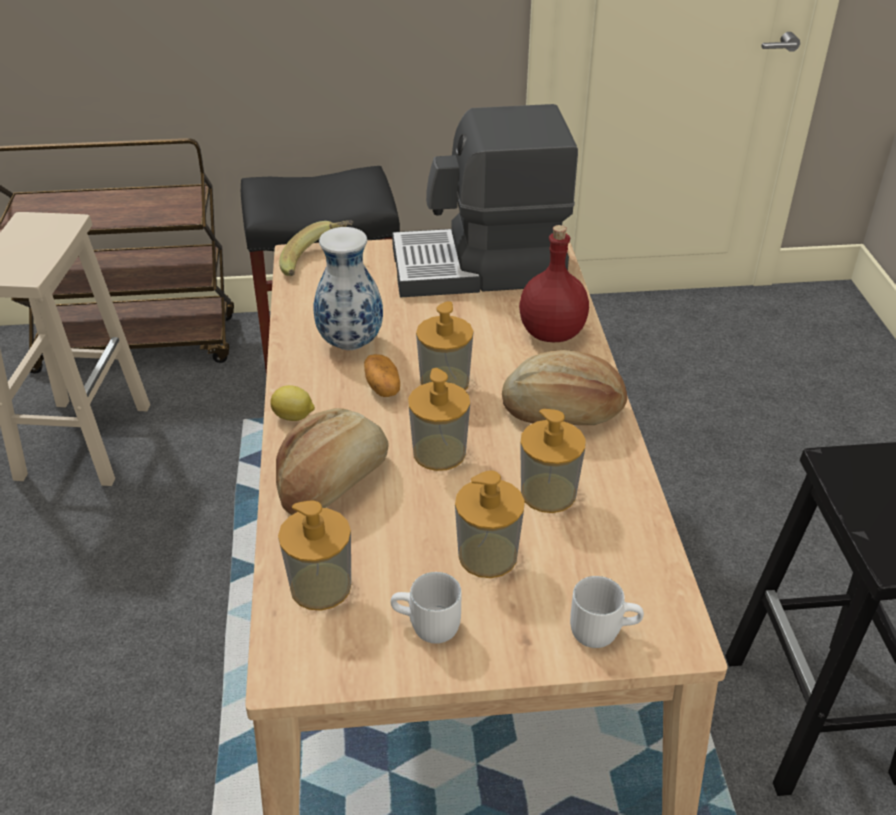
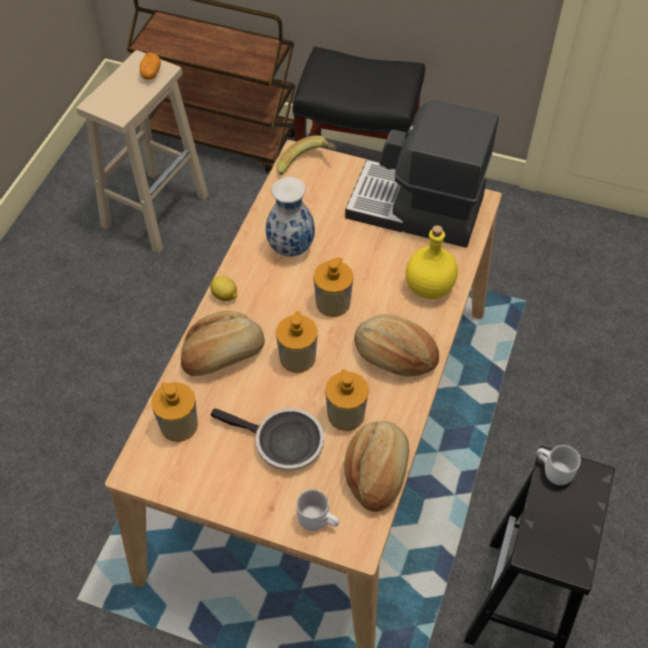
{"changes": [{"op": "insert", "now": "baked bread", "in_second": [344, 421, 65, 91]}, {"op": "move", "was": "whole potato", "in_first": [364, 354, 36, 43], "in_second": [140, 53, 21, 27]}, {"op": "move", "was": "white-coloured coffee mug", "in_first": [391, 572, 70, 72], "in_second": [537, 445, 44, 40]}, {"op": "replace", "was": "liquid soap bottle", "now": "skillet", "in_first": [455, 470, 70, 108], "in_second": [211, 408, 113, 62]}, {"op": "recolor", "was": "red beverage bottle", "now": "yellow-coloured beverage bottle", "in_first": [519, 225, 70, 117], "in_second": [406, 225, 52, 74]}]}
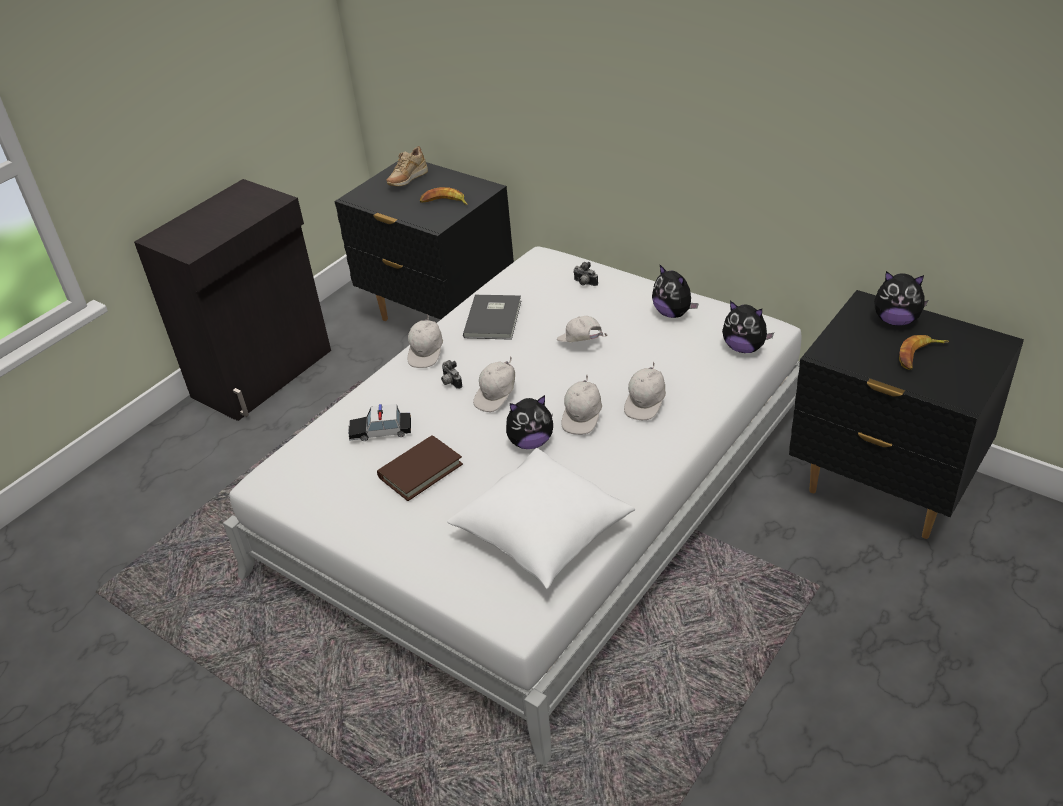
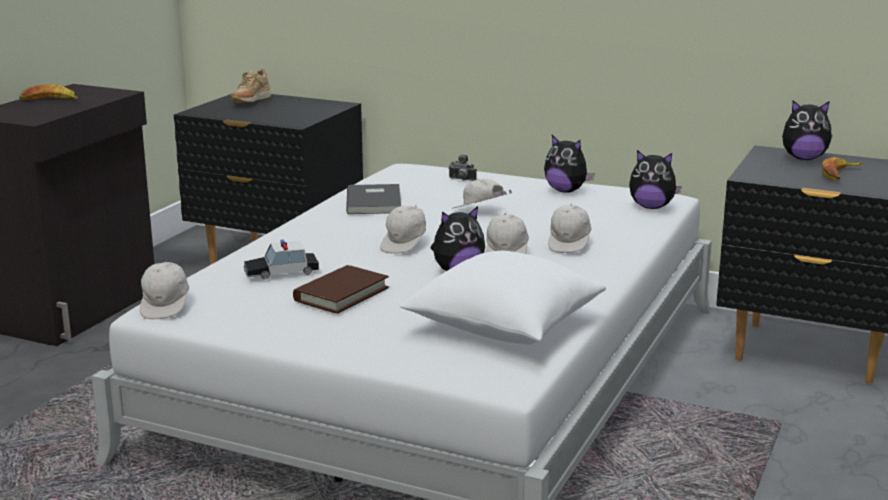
{"changes": [{"op": "delete", "was": "still camera", "in_first": [441, 360, 21, 29]}, {"op": "move", "was": "white-coloured baseball cap", "in_first": [407, 314, 36, 54], "in_second": [140, 260, 49, 60]}, {"op": "move", "was": "banana fruit", "in_first": [420, 187, 47, 18], "in_second": [19, 85, 59, 15]}]}
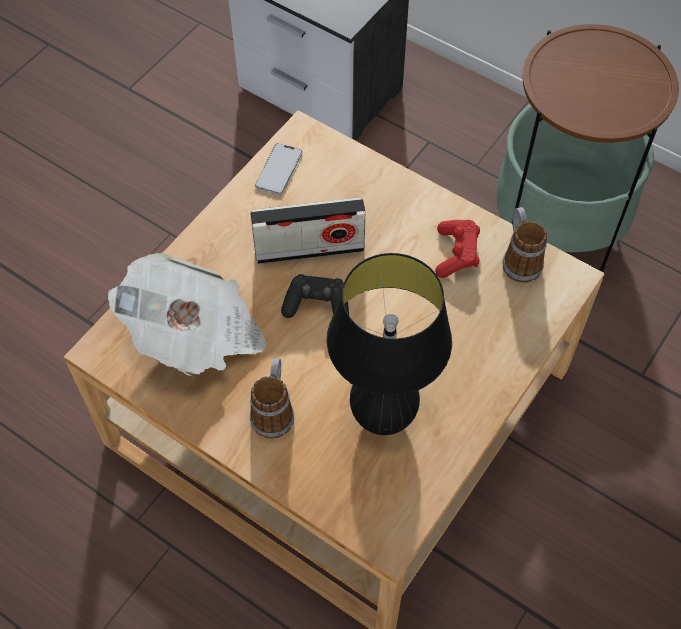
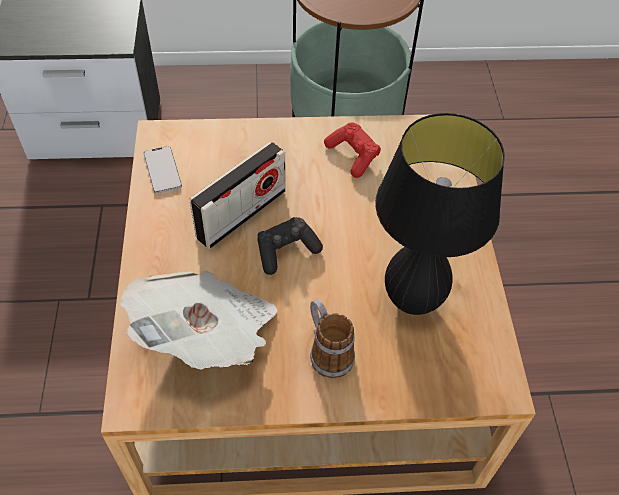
{"changes": [{"op": "delete", "was": "coffee mug", "in_first": [502, 207, 45, 76]}]}
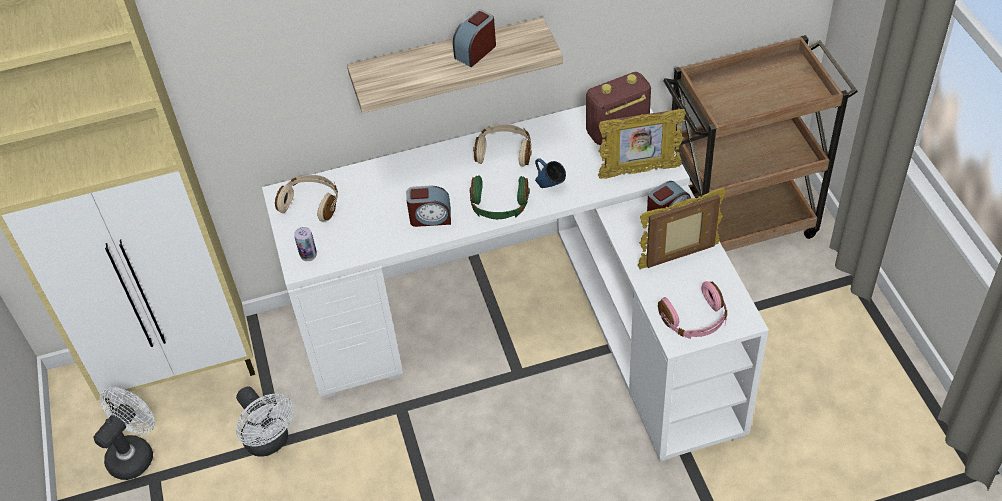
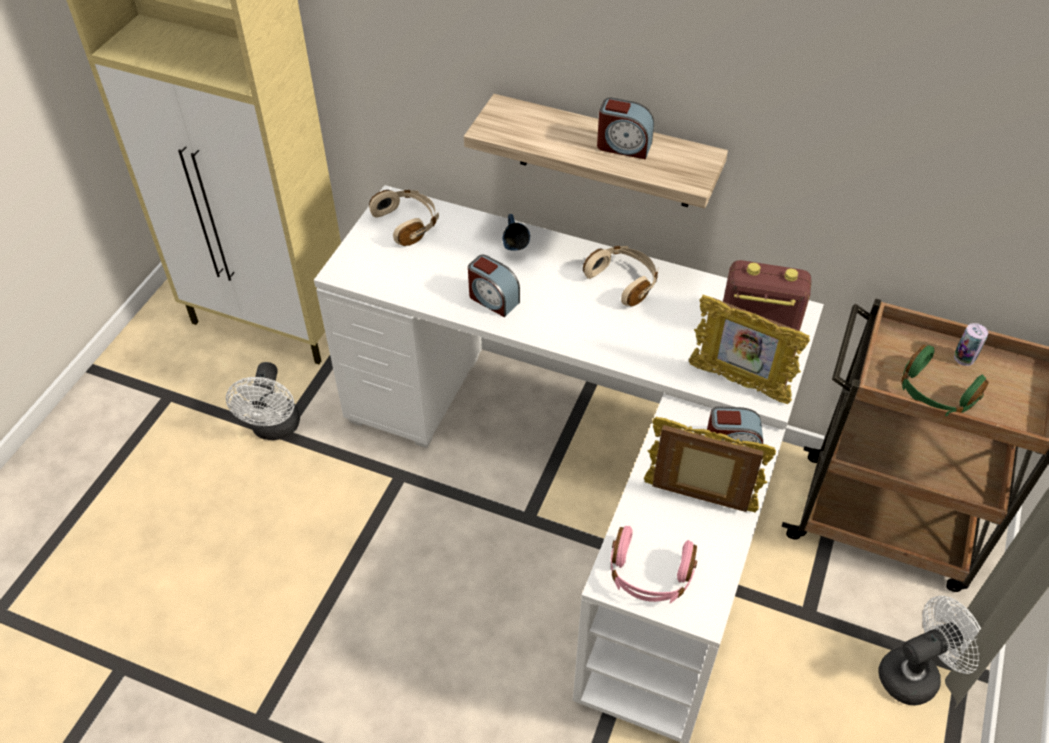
{"changes": [{"op": "move", "was": "white-coloured fan", "in_first": [93, 387, 62, 93], "in_second": [878, 596, 103, 110]}, {"op": "move", "was": "sealed can", "in_first": [294, 227, 23, 34], "in_second": [954, 323, 34, 43]}, {"op": "move", "was": "greenish headset", "in_first": [470, 175, 60, 44], "in_second": [901, 345, 88, 71]}, {"op": "move", "was": "bluish coffee mug", "in_first": [535, 158, 31, 30], "in_second": [502, 214, 28, 37]}, {"op": "rotate", "was": "alarm clock", "in_first": [453, 10, 43, 57], "in_second": [597, 97, 57, 62], "clockwise": -150}]}
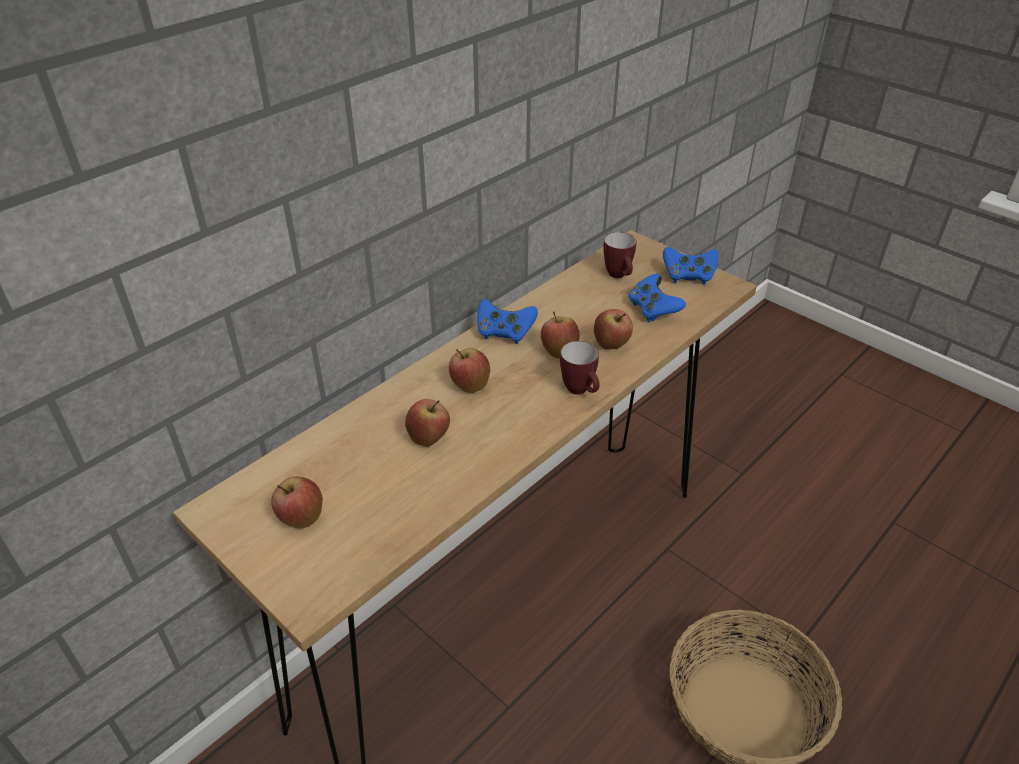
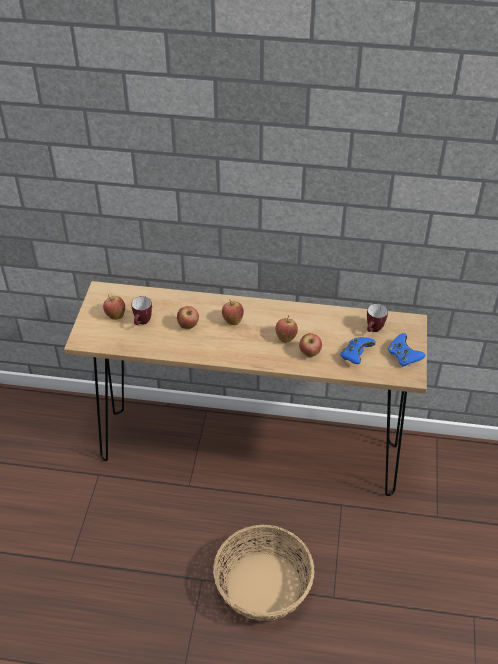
{"changes": [{"op": "delete", "was": "bluish game controller", "in_first": [477, 299, 61, 45]}, {"op": "move", "was": "coffee mug", "in_first": [560, 341, 40, 54], "in_second": [131, 296, 21, 29]}]}
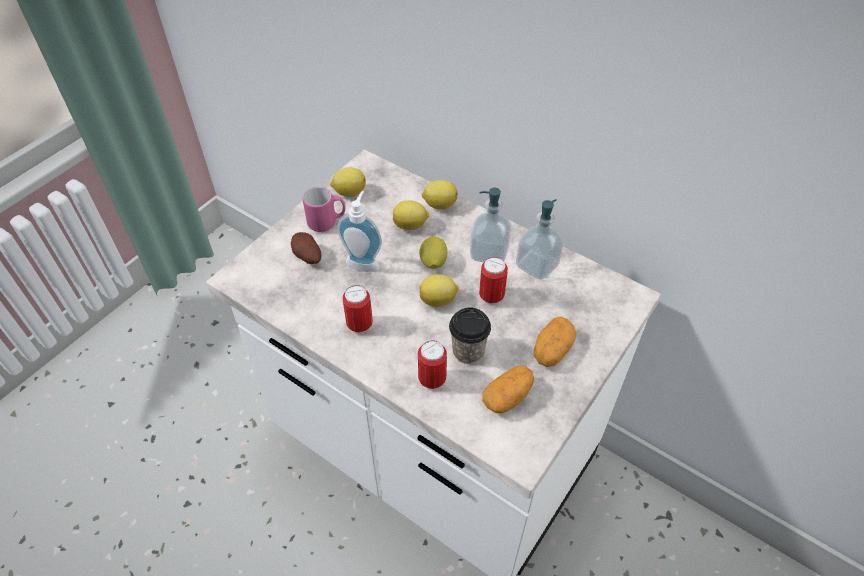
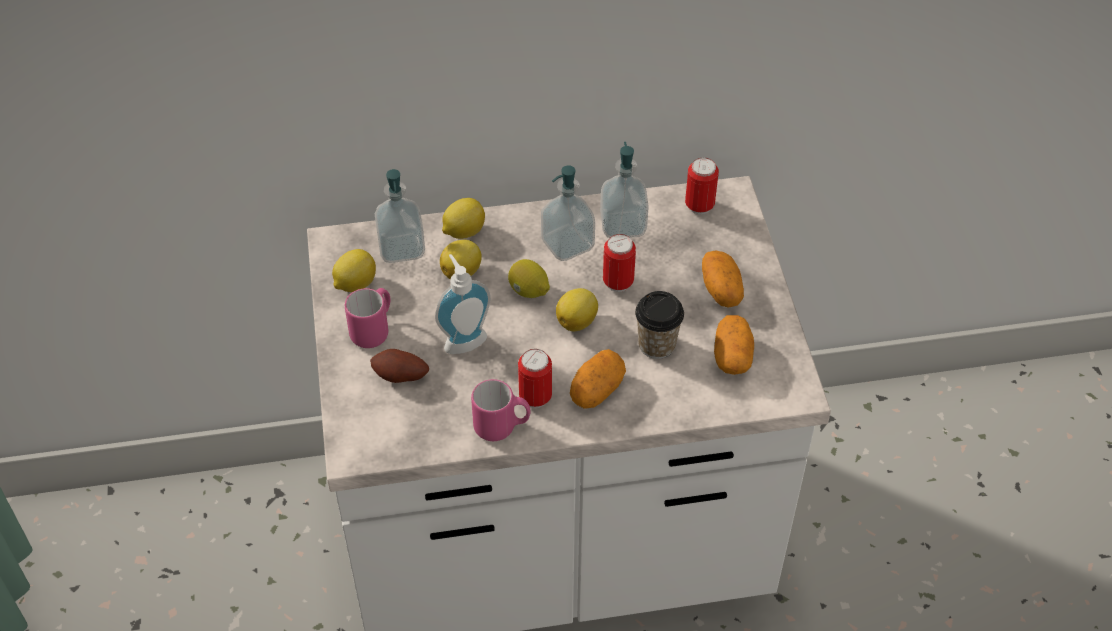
{"changes": [{"op": "insert", "now": "liquid soap bottle", "in_second": [375, 169, 50, 94]}, {"op": "insert", "now": "pinkish coffee mug", "in_second": [471, 379, 60, 62]}, {"op": "insert", "now": "whole potato", "in_second": [570, 349, 56, 60]}, {"op": "move", "was": "sealed can", "in_first": [418, 340, 29, 49], "in_second": [685, 158, 34, 57]}]}
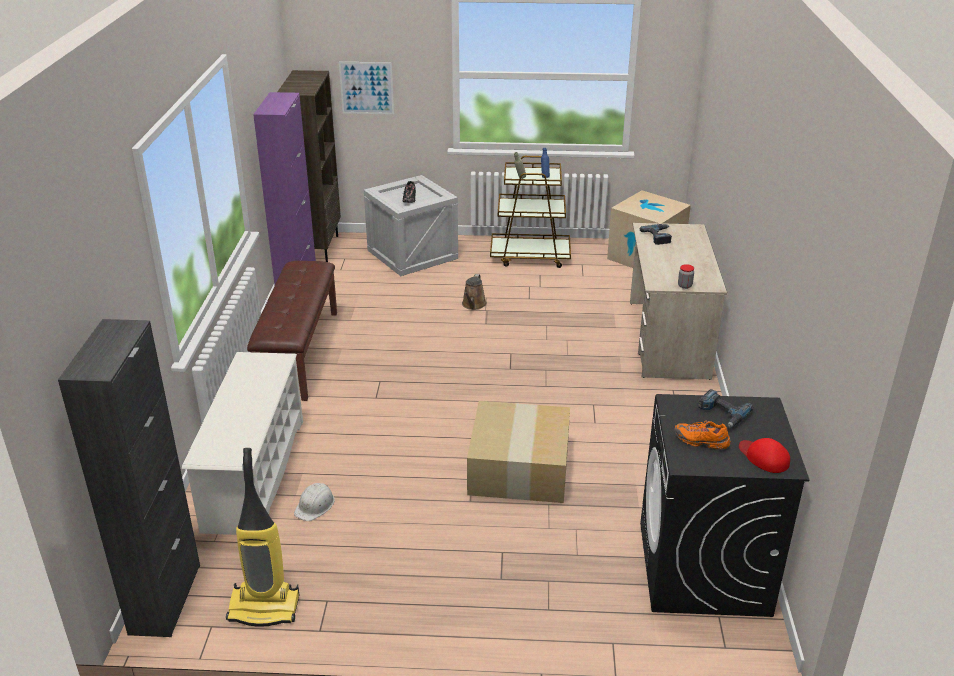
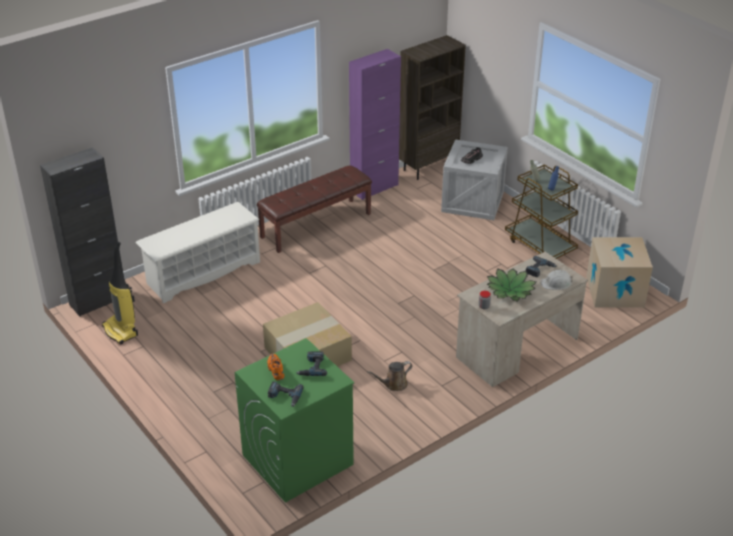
{"changes": [{"op": "delete", "was": "wall picture", "in_first": [339, 62, 55, 52]}, {"op": "insert", "now": "potted plant", "in_second": [487, 268, 49, 33]}, {"op": "move", "was": "white-coloured hard hat", "in_first": [294, 483, 41, 38], "in_second": [540, 270, 33, 20]}, {"op": "move", "was": "brown watering can", "in_first": [462, 274, 25, 36], "in_second": [367, 361, 45, 30]}, {"op": "replace", "was": "red baseball cap", "now": "electric drill", "in_first": [739, 438, 51, 35], "in_second": [268, 382, 35, 25]}, {"op": "recolor", "was": "black-coloured laundry appliance", "now": "greenish laundry appliance", "in_first": [640, 394, 170, 223], "in_second": [235, 338, 119, 165]}]}
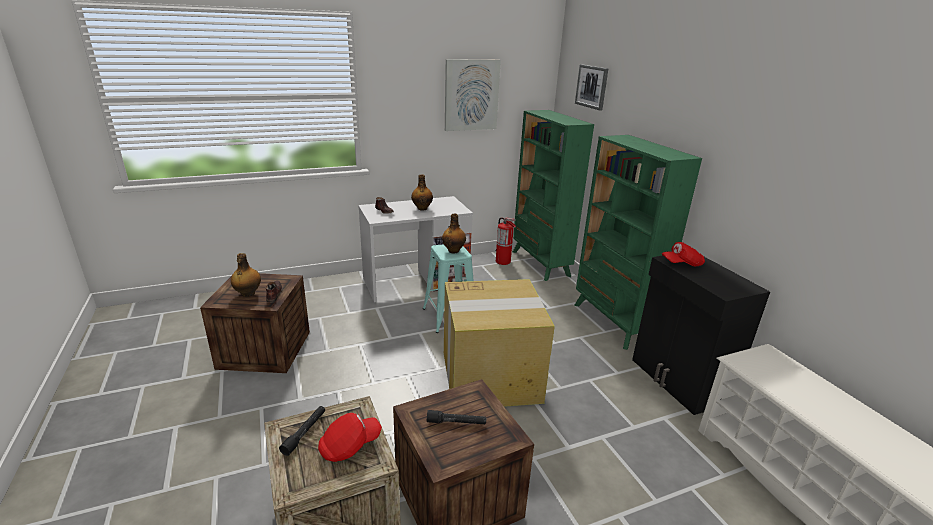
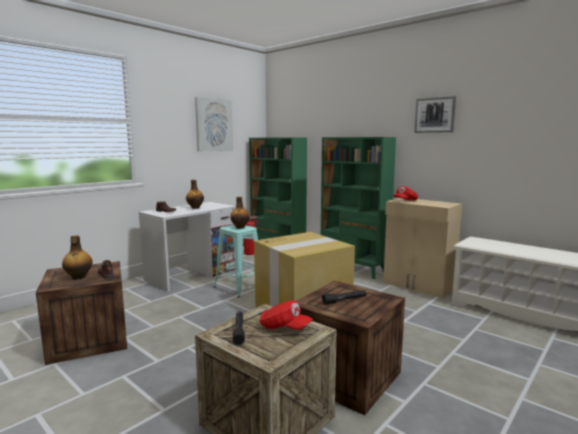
{"changes": [{"op": "move", "was": "wall picture", "in_first": [575, 64, 33, 47], "in_second": [414, 96, 42, 37]}, {"op": "recolor", "was": "black-coloured storage cabinet", "now": "sand-coloured storage cabinet", "in_first": [632, 256, 138, 159], "in_second": [383, 198, 79, 100]}, {"op": "rotate", "was": "red baseball cap", "in_first": [318, 413, 64, 49], "in_second": [260, 300, 53, 30], "clockwise": 90}]}
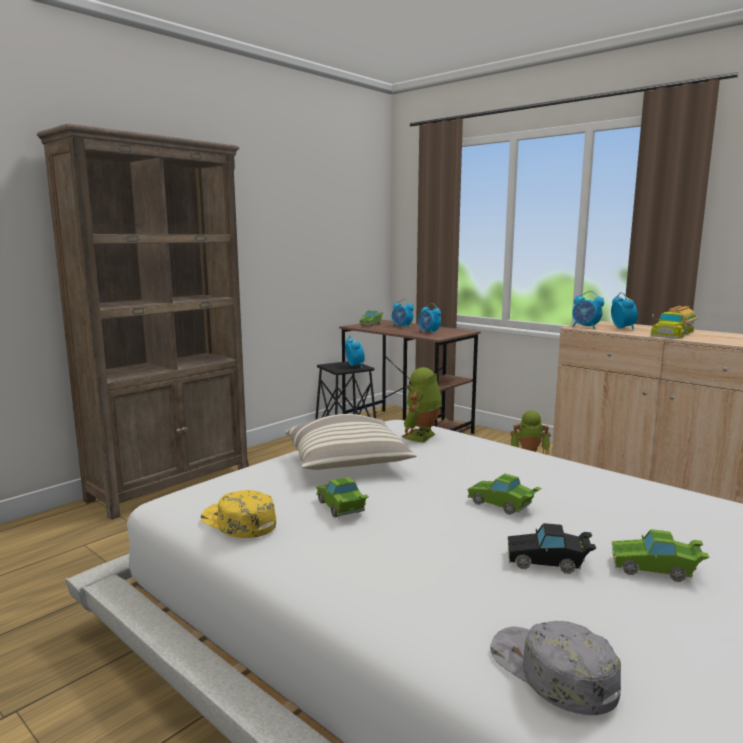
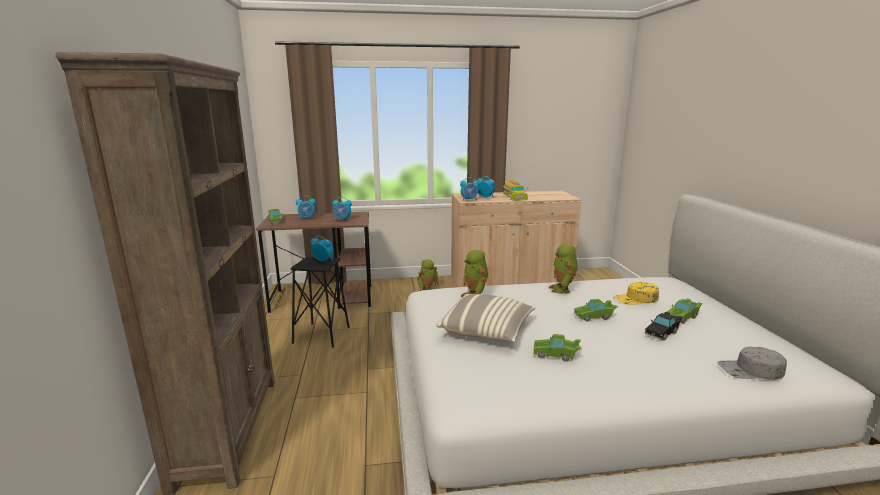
{"changes": [{"op": "insert", "now": "robot figure", "in_second": [549, 244, 29, 50]}, {"op": "move", "was": "yellow-coloured baseball cap", "in_first": [201, 490, 75, 48], "in_second": [614, 282, 45, 23]}]}
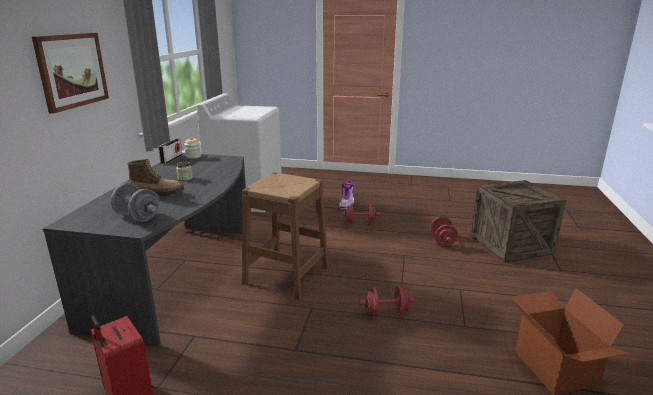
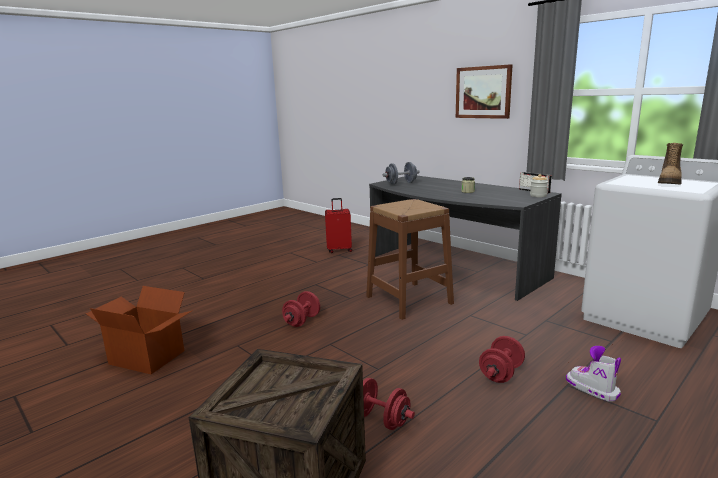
{"changes": [{"op": "move", "was": "tall boot", "in_first": [127, 159, 57, 37], "in_second": [658, 143, 25, 42]}]}
